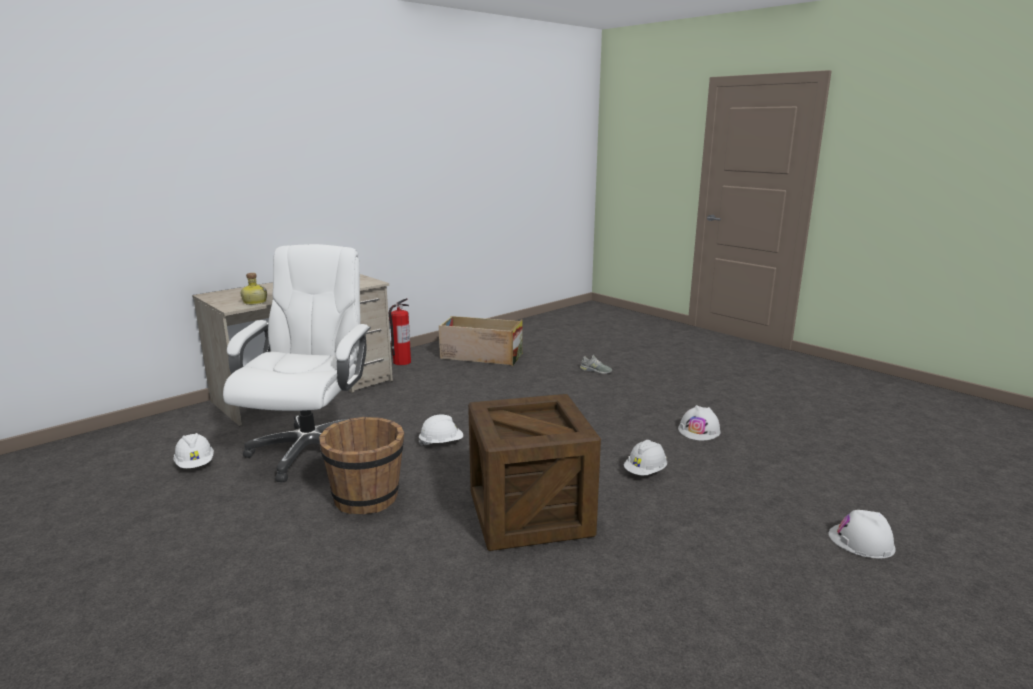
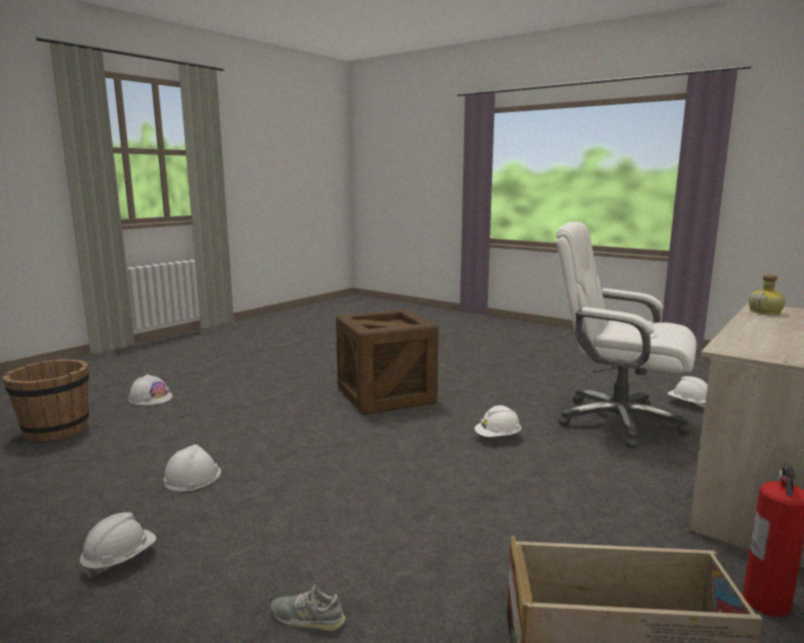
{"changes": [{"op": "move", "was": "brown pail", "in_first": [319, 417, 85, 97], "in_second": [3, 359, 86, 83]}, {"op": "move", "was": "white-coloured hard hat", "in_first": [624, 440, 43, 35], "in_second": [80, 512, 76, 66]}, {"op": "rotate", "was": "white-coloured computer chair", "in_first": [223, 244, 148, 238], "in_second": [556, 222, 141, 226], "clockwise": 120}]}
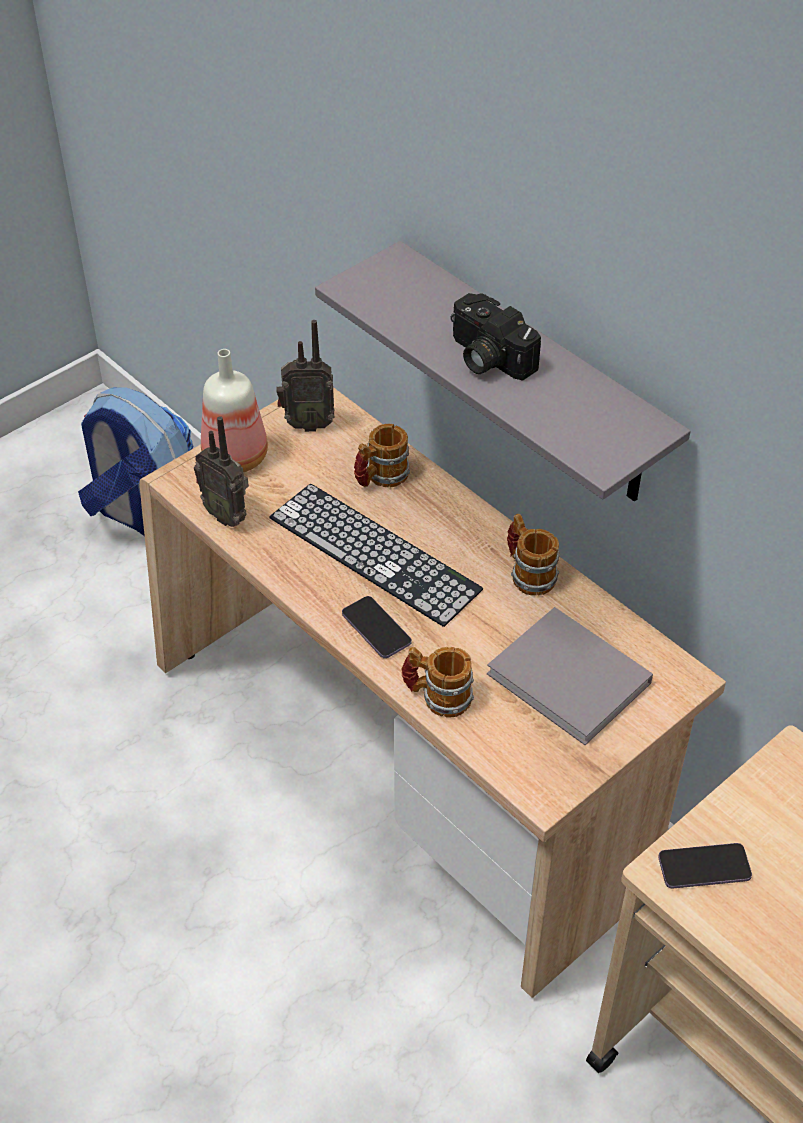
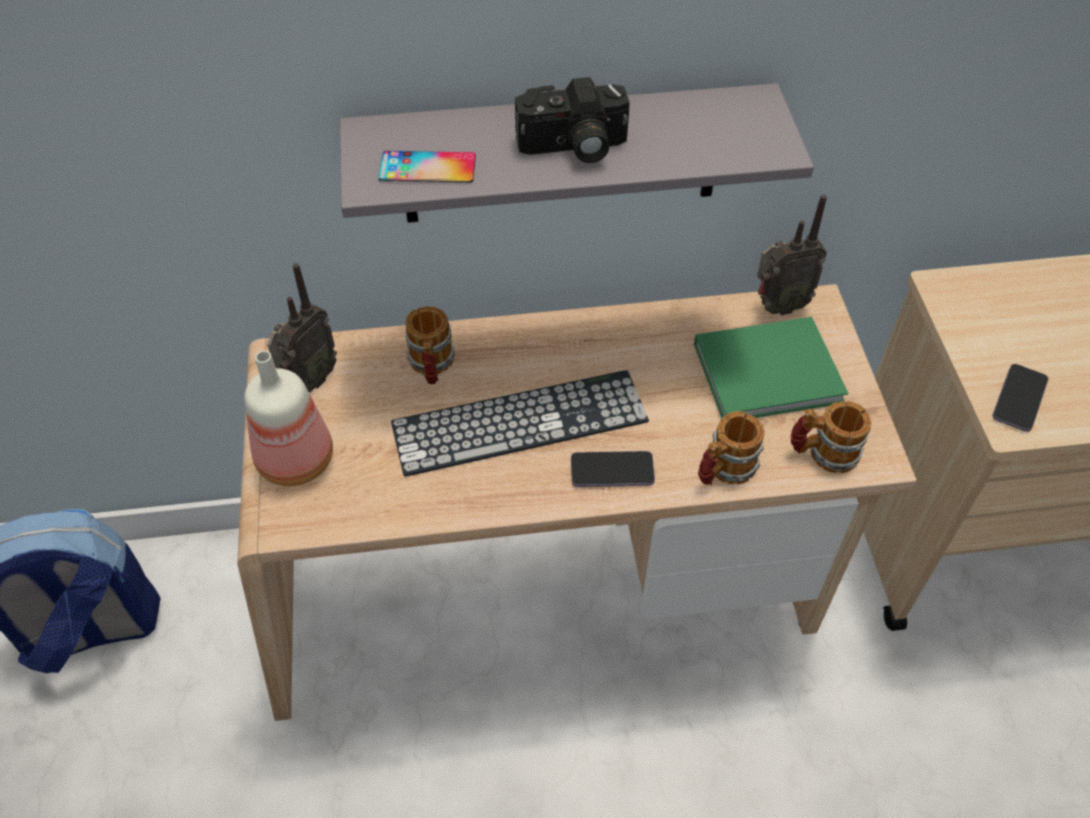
{"changes": [{"op": "insert", "now": "phone", "in_second": [378, 151, 98, 31]}, {"op": "move", "was": "radio set", "in_first": [194, 416, 55, 111], "in_second": [757, 194, 70, 121]}, {"op": "move", "was": "coffee mug", "in_first": [507, 514, 53, 82], "in_second": [791, 401, 80, 72]}, {"op": "recolor", "was": "grey book", "now": "greenish book", "in_first": [487, 607, 166, 138], "in_second": [694, 317, 154, 101]}]}
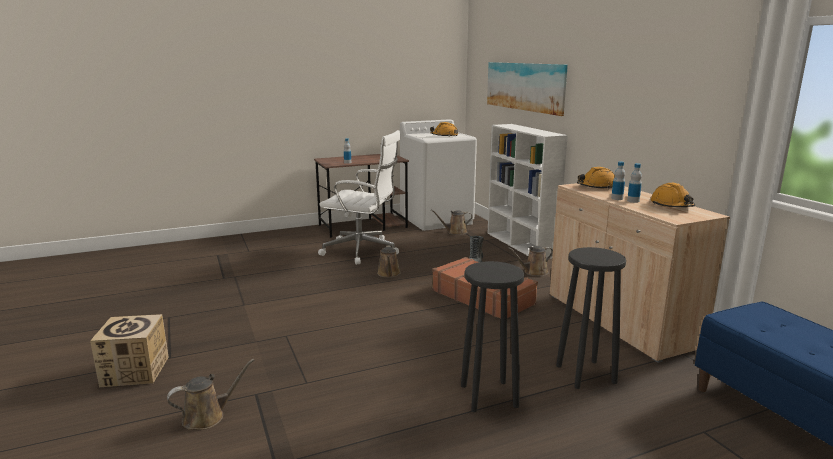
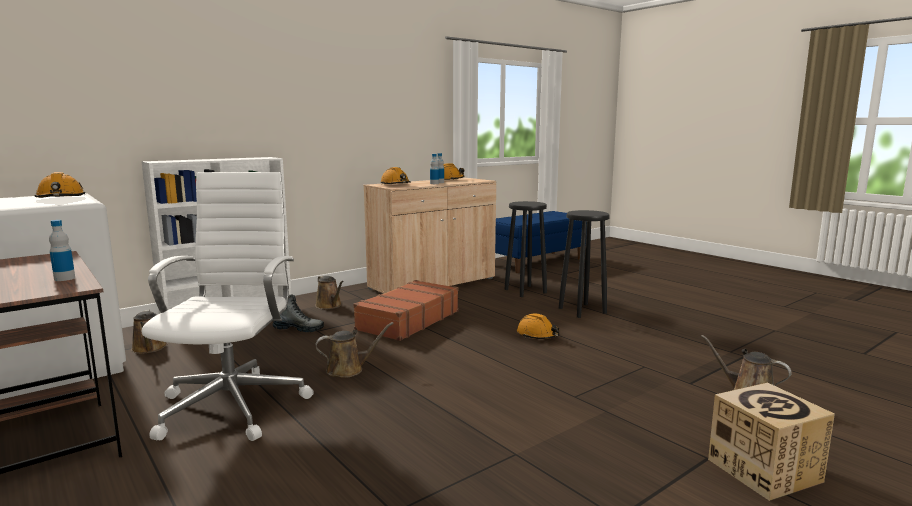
{"changes": [{"op": "delete", "was": "wall picture", "in_first": [487, 62, 81, 54]}, {"op": "insert", "now": "orange-coloured hard hat", "in_second": [517, 314, 42, 25]}]}
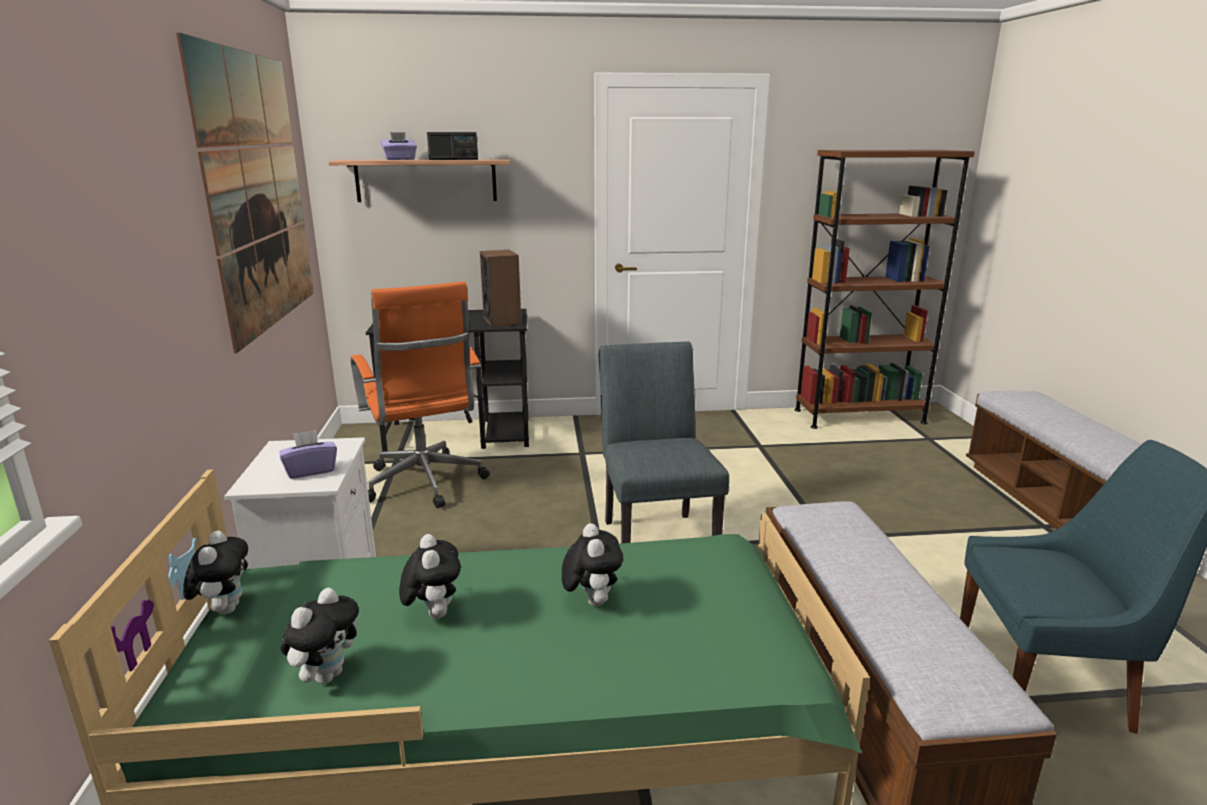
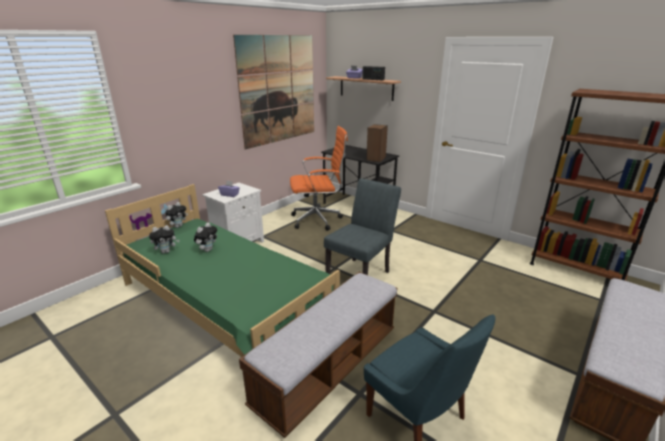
{"changes": [{"op": "delete", "was": "cuddly toy", "in_first": [562, 523, 61, 83]}, {"op": "rotate", "was": "orange-coloured computer chair", "in_first": [350, 281, 140, 227], "in_second": [290, 126, 58, 105], "clockwise": -120}]}
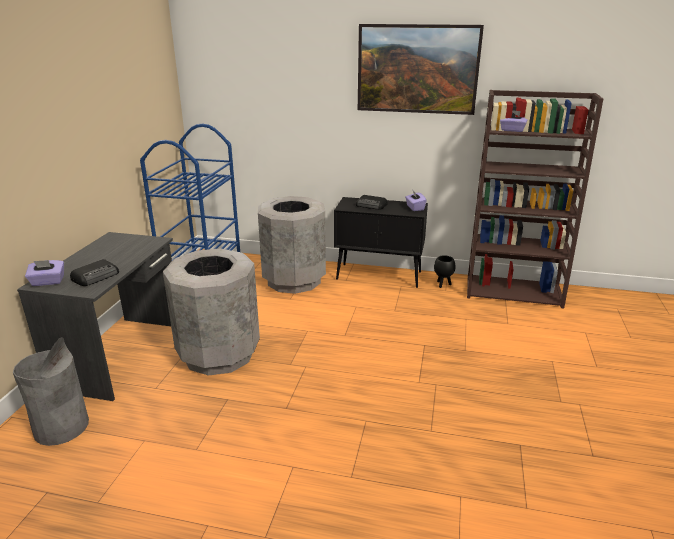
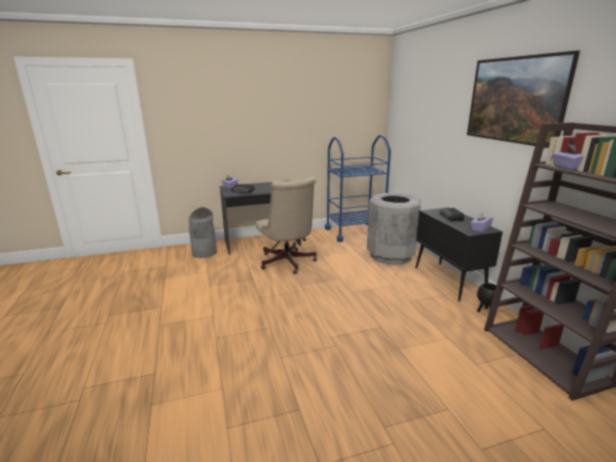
{"changes": [{"op": "replace", "was": "grey rubbish bin", "now": "sand-coloured computer chair", "in_first": [163, 248, 97, 128], "in_second": [256, 177, 61, 97]}]}
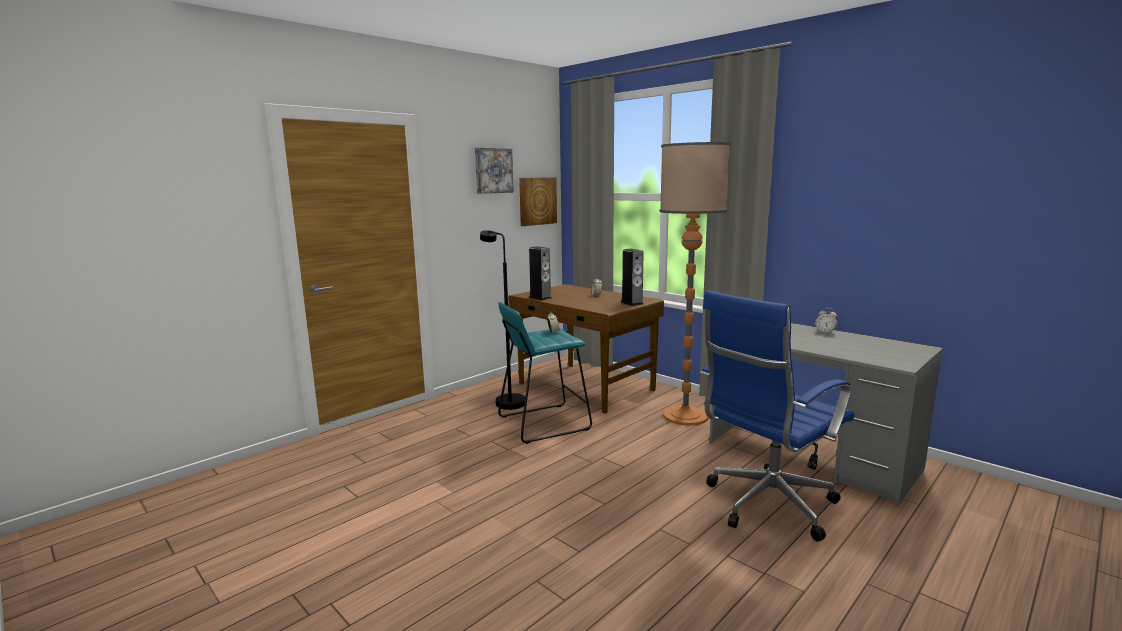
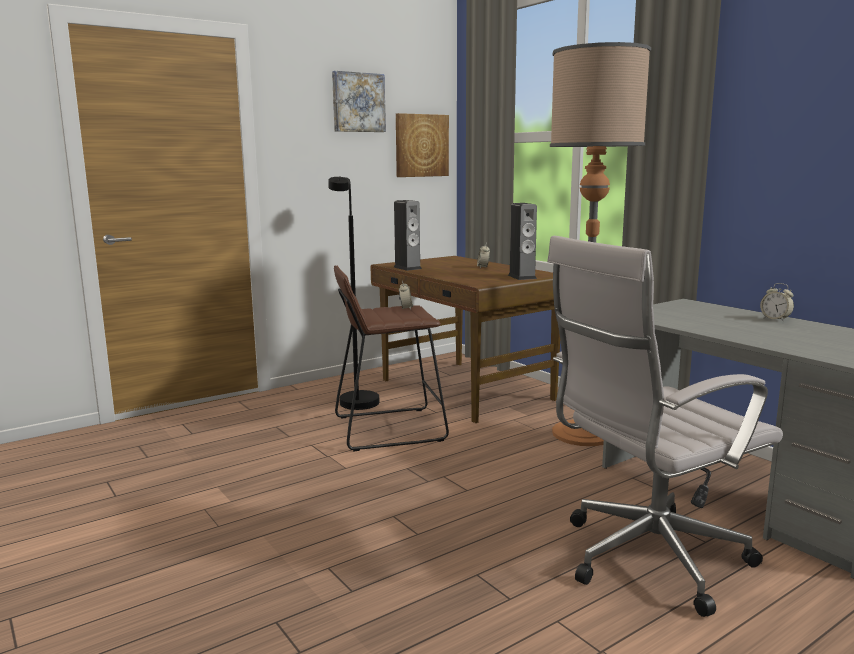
{"changes": [{"op": "recolor", "was": "blue-green stool seat", "now": "brown stool seat", "in_first": [498, 302, 94, 142], "in_second": [334, 265, 115, 186]}, {"op": "recolor", "was": "bluish computer chair", "now": "white-coloured computer chair", "in_first": [700, 290, 154, 251], "in_second": [547, 236, 236, 381]}]}
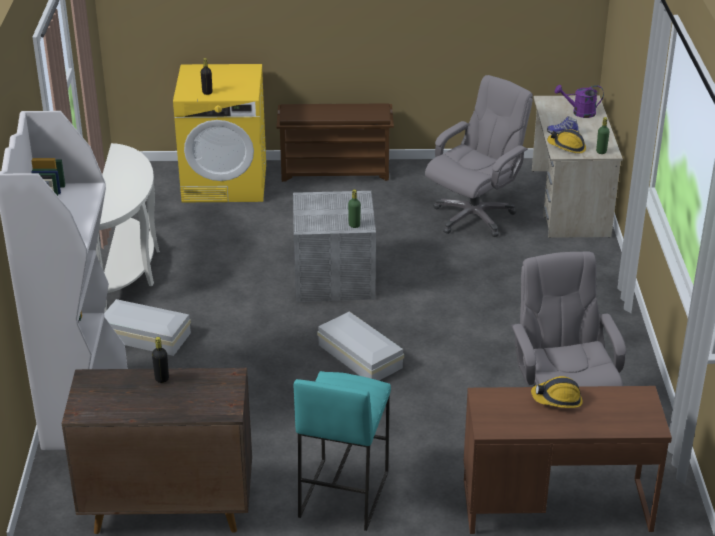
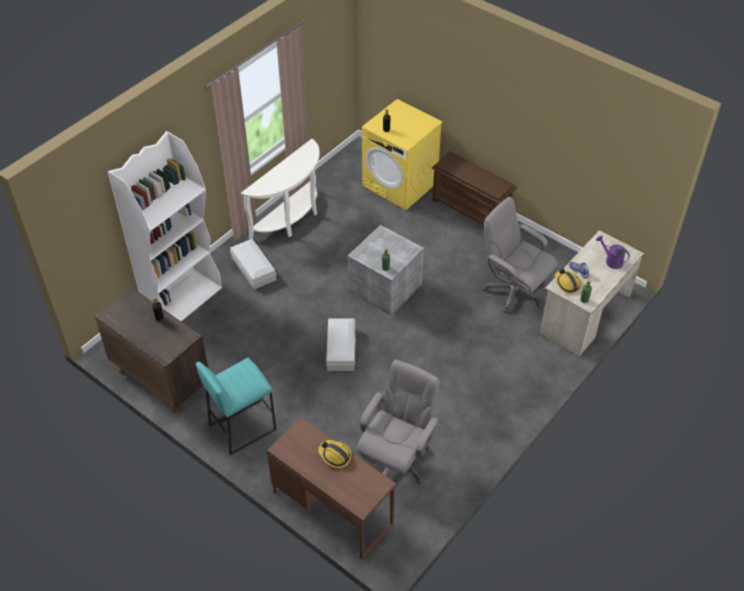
{"changes": [{"op": "rotate", "was": "grey computer chair", "in_first": [425, 75, 108, 162], "in_second": [483, 197, 74, 116], "clockwise": -135}]}
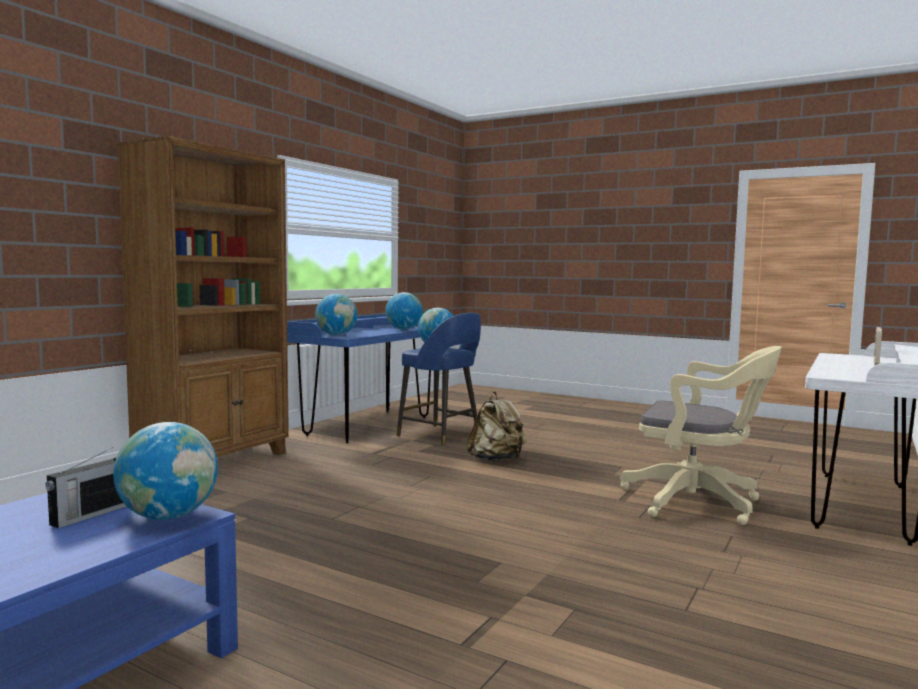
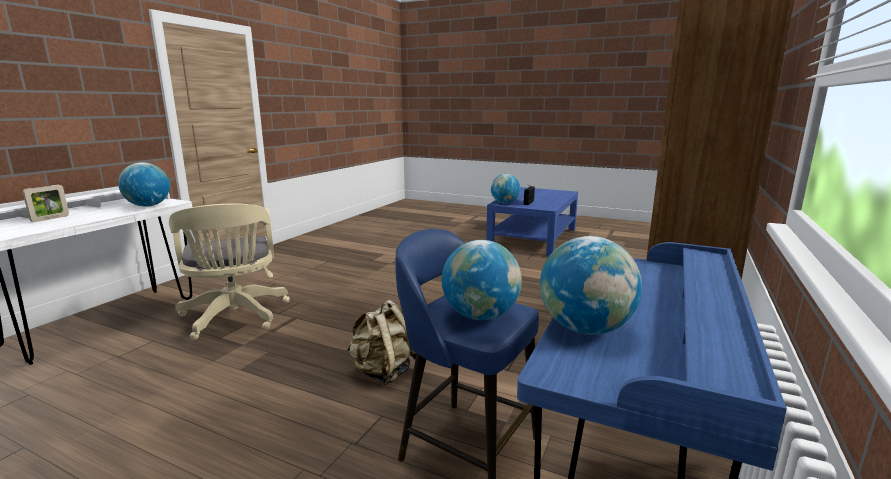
{"changes": [{"op": "move", "was": "desk globe", "in_first": [315, 294, 42, 41], "in_second": [118, 162, 52, 45]}, {"op": "rotate", "was": "sand-coloured computer chair", "in_first": [620, 346, 162, 179], "in_second": [169, 203, 121, 137], "clockwise": -135}]}
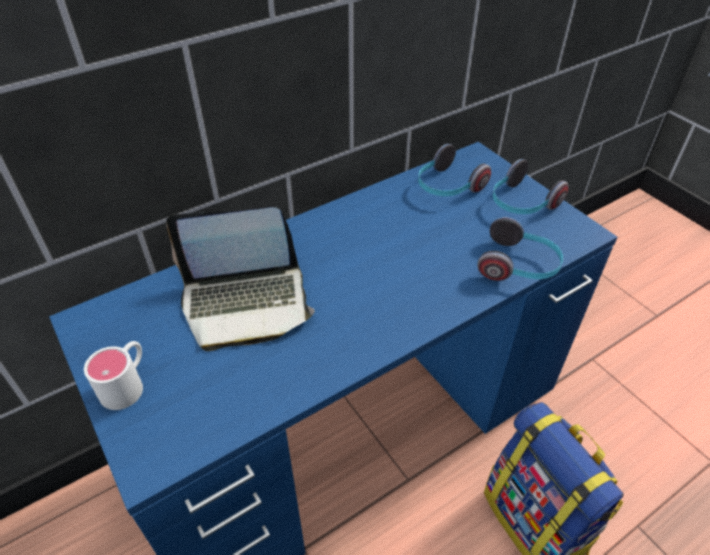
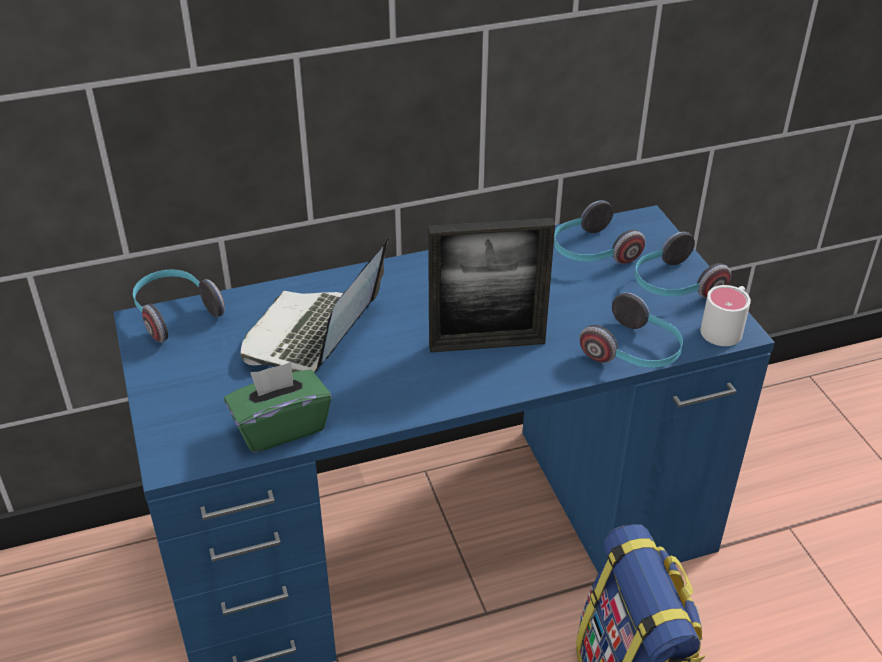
{"changes": [{"op": "insert", "now": "headset", "in_second": [133, 270, 92, 73]}, {"op": "insert", "now": "greenish tissue box", "in_second": [224, 362, 108, 91]}, {"op": "insert", "now": "picture frame", "in_second": [428, 218, 127, 135]}, {"op": "move", "was": "white-coloured coffee mug", "in_first": [84, 341, 59, 69], "in_second": [700, 285, 51, 61]}, {"op": "rotate", "was": "laptop", "in_first": [166, 207, 149, 144], "in_second": [241, 238, 147, 134], "clockwise": 105}]}
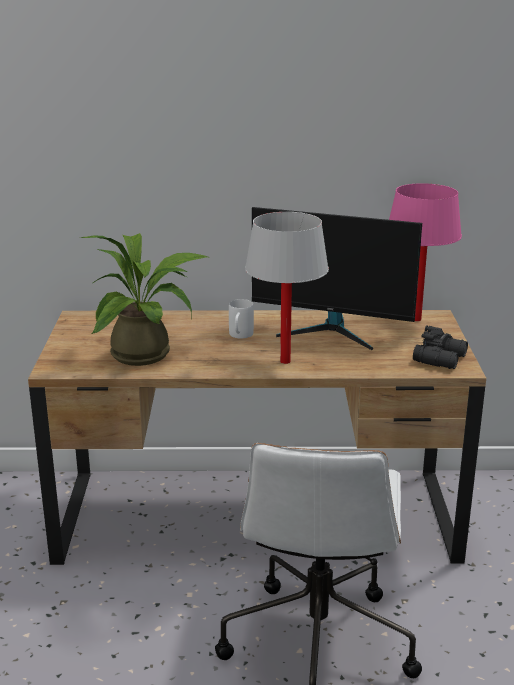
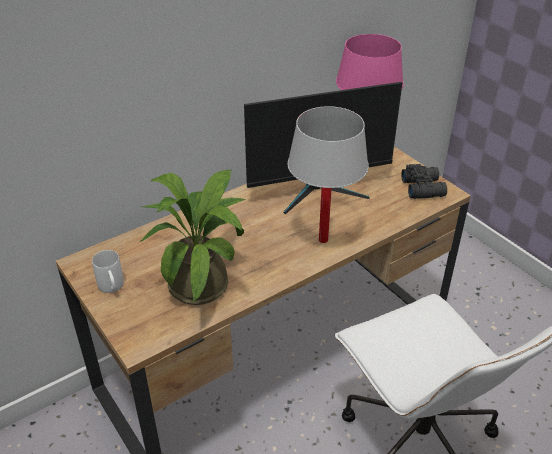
{"changes": [{"op": "move", "was": "white-coloured coffee mug", "in_first": [229, 299, 25, 39], "in_second": [92, 250, 32, 43]}]}
